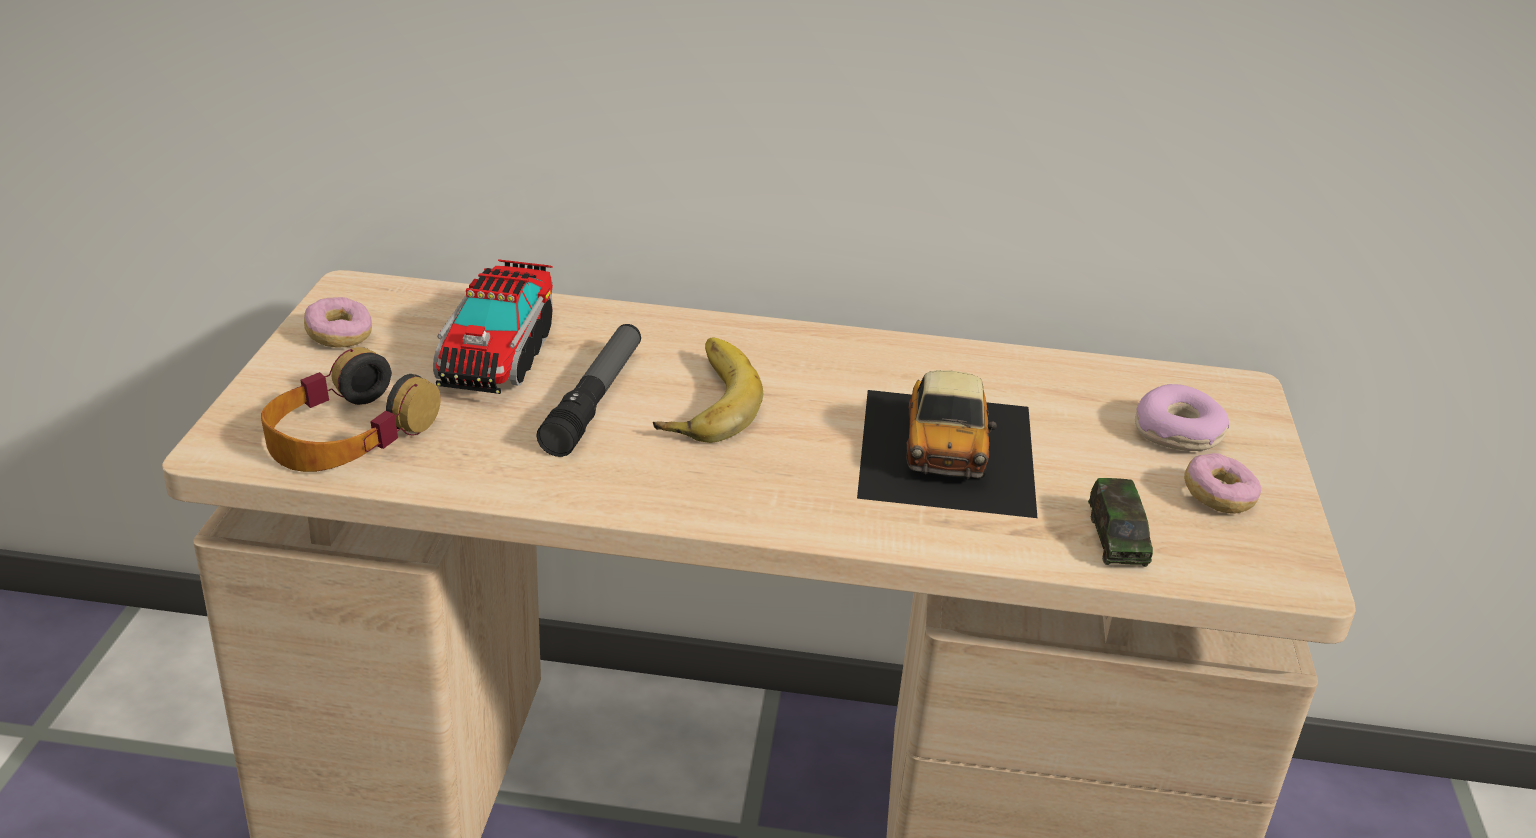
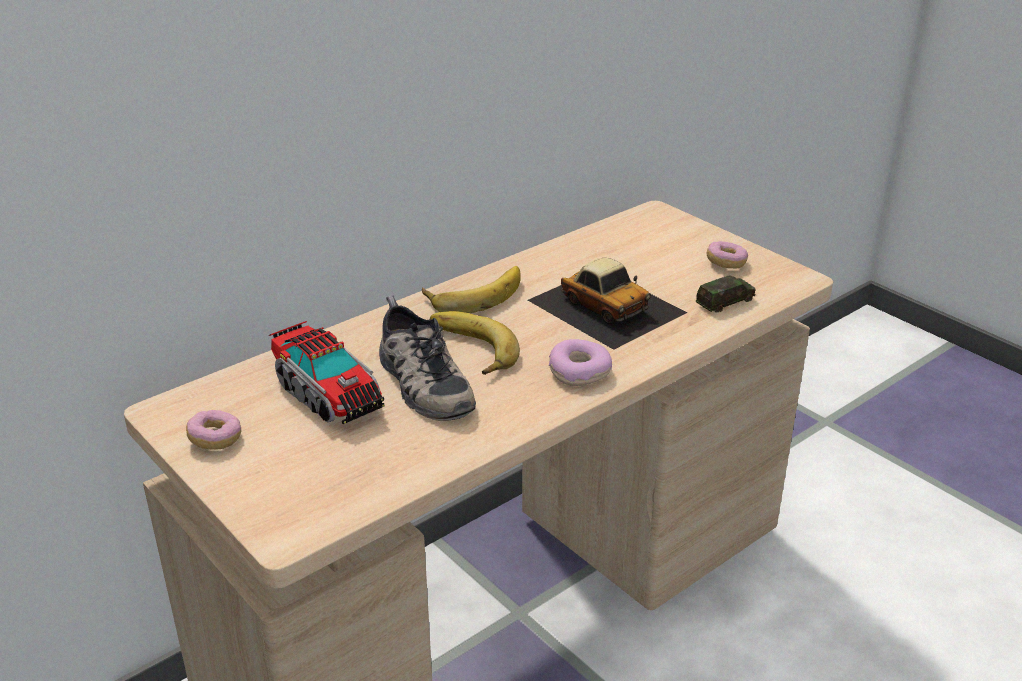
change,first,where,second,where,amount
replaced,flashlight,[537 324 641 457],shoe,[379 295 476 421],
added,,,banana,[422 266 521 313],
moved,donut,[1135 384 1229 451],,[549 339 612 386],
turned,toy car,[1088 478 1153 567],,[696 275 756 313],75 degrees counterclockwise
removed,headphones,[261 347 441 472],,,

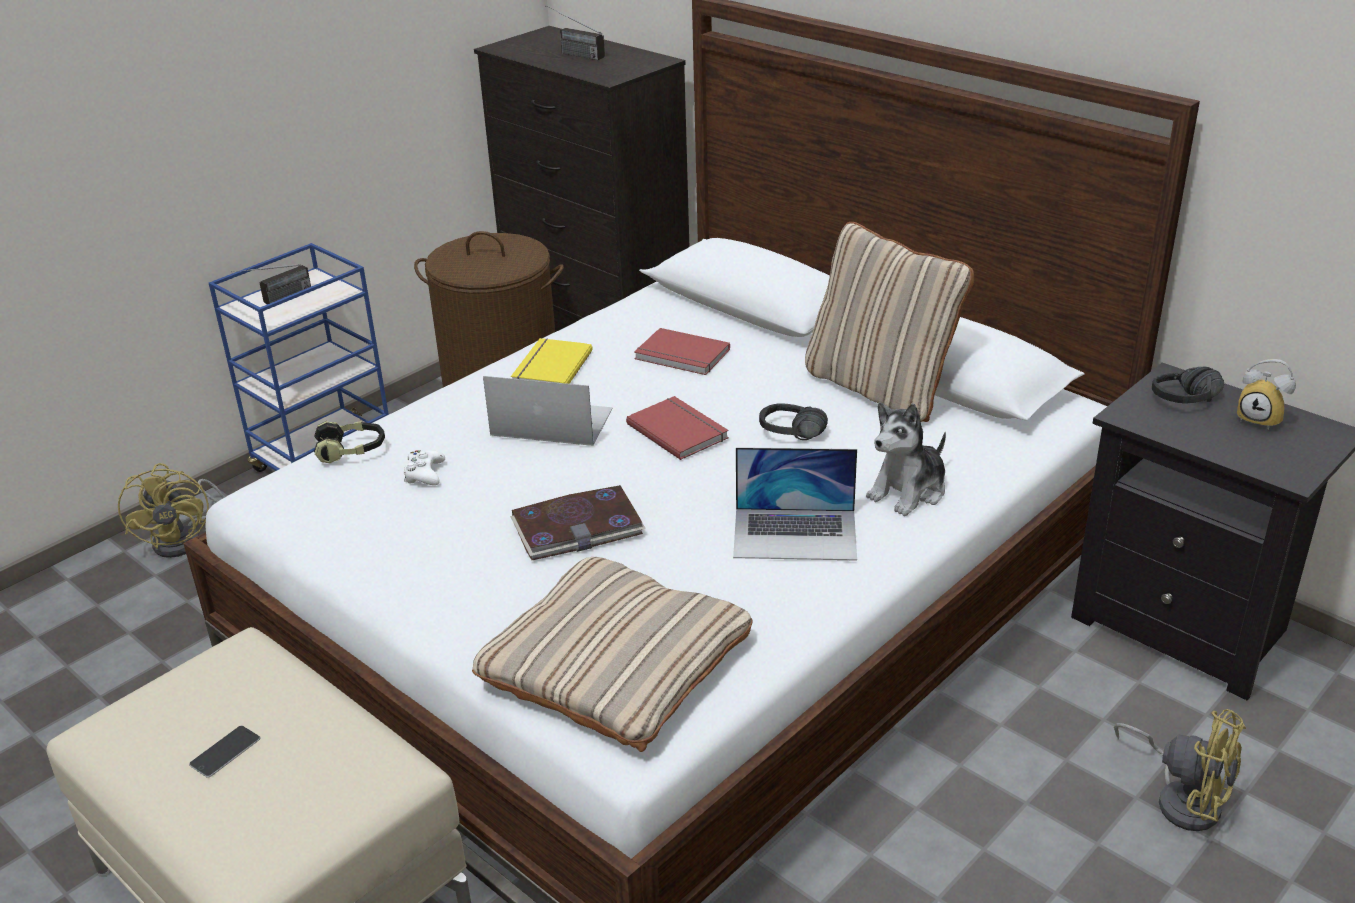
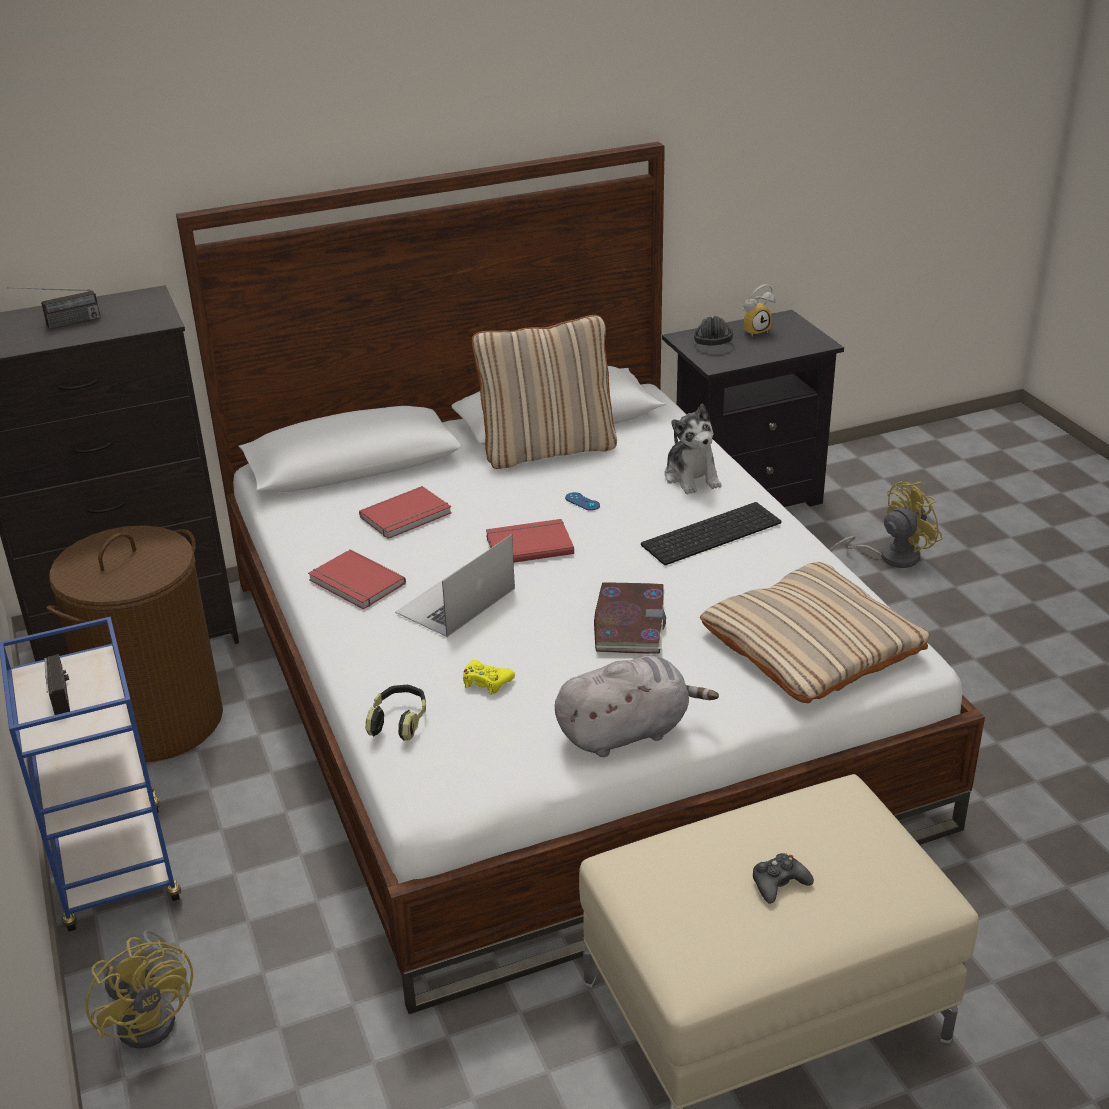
change,first,where,second,where,amount
turned,fan/yellow,[118 463 223 558],,[85 929 193 1049],45 degrees clockwise
recoloured,book/yellow,[511 338 592 384],book/red,[308 549 406 609],
recoloured,game controller/white,[404 450 445 485],game controller/yellow,[463 660 515 695],
added,,,plush toy/grey,[555 656 719 757],
replaced,headphones/black,[759 403 828 440],game controller/blue,[565 492 600 511],
replaced,laptop,[733 447 857 561],keyboard,[641 502 782 565],
replaced,phone,[189 726 261 778],game controller/black,[753 853 814 904],

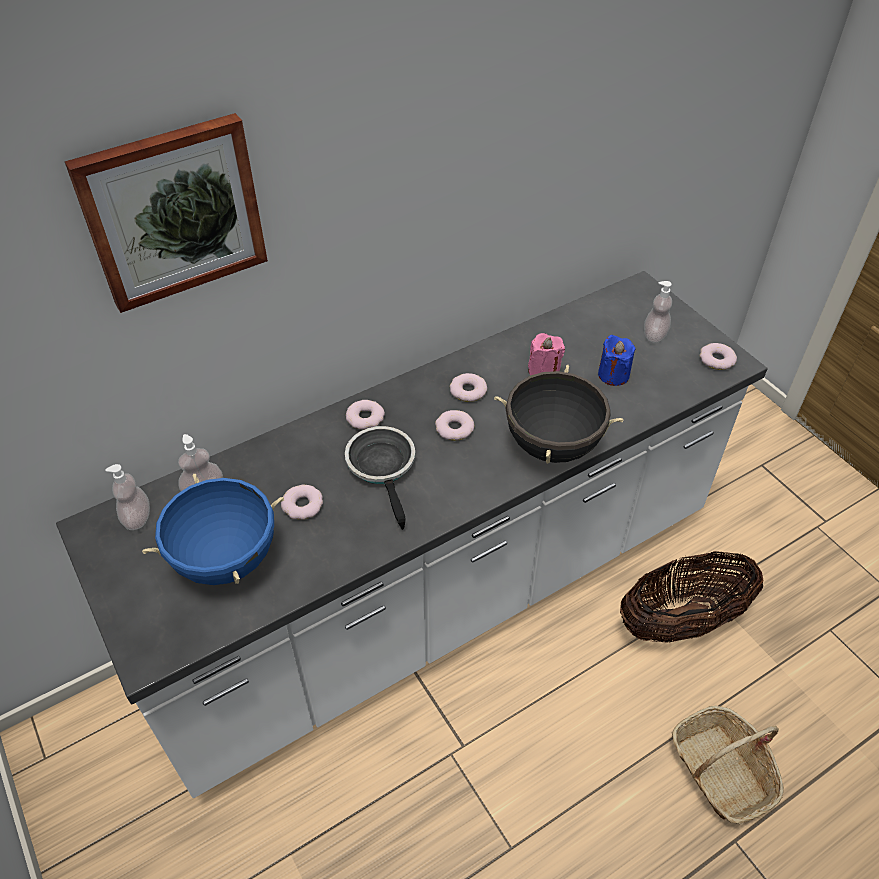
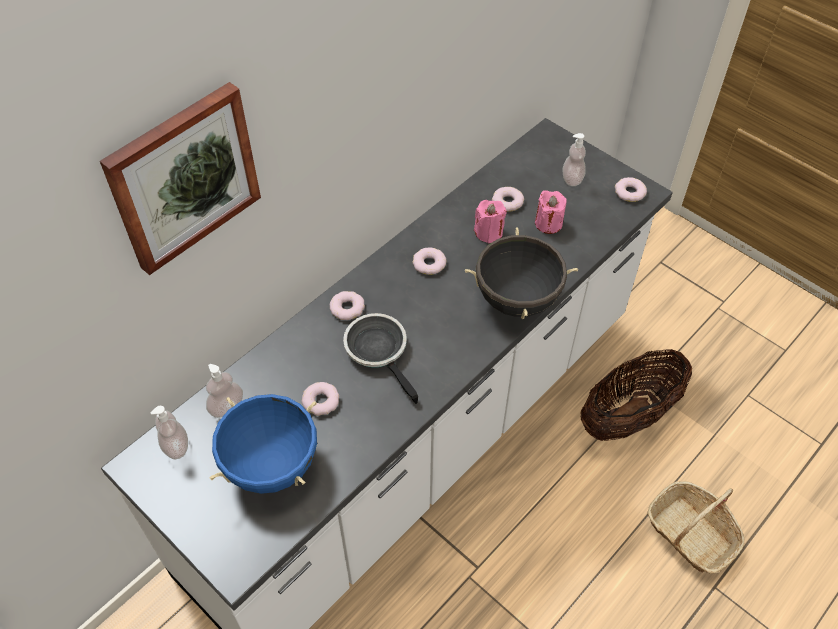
change,first,where,second,where,amount
moved,donut,[435 410 474 441],,[492 187 524 212],
recoloured,candle/blue,[598 335 635 386],candle/pink,[535 190 567 234],

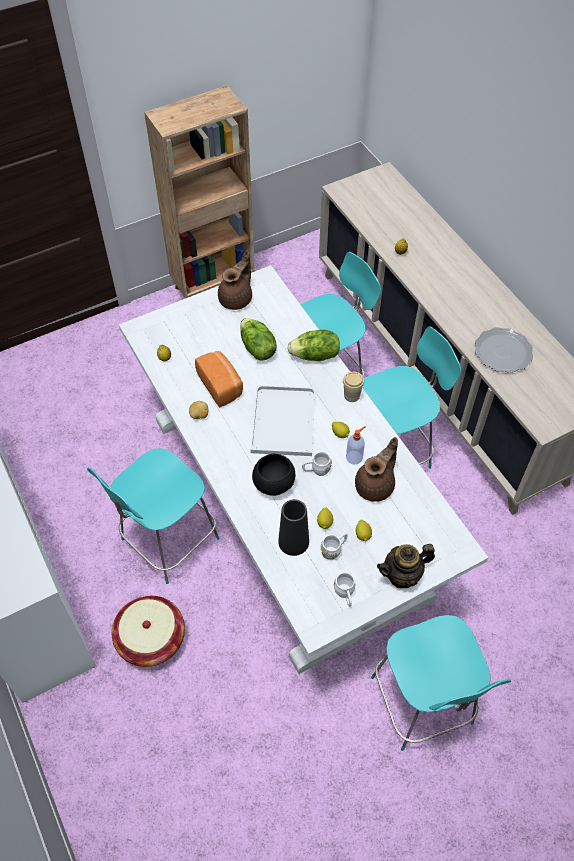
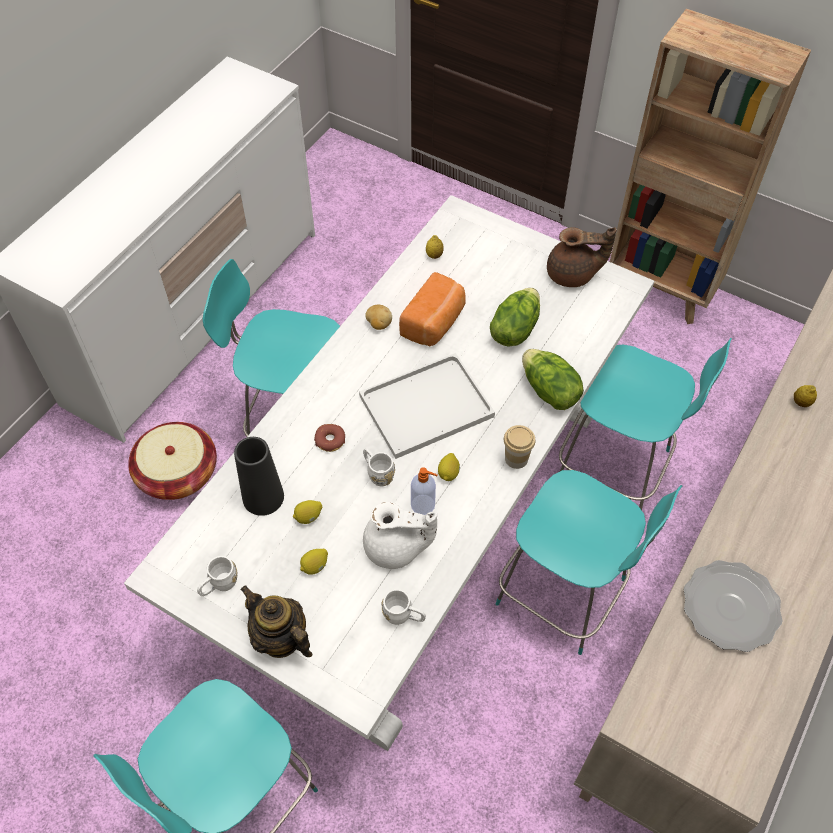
change,first,where,second,where,amount
replaced,bowl/black,[252 454 295 496],donut,[314 424 345 452],
recoloured,teapot/brown,[355 437 398 502],teapot/white,[363 502 437 569],
moved,mug/white,[321 533 347 560],,[381 589 426 625],

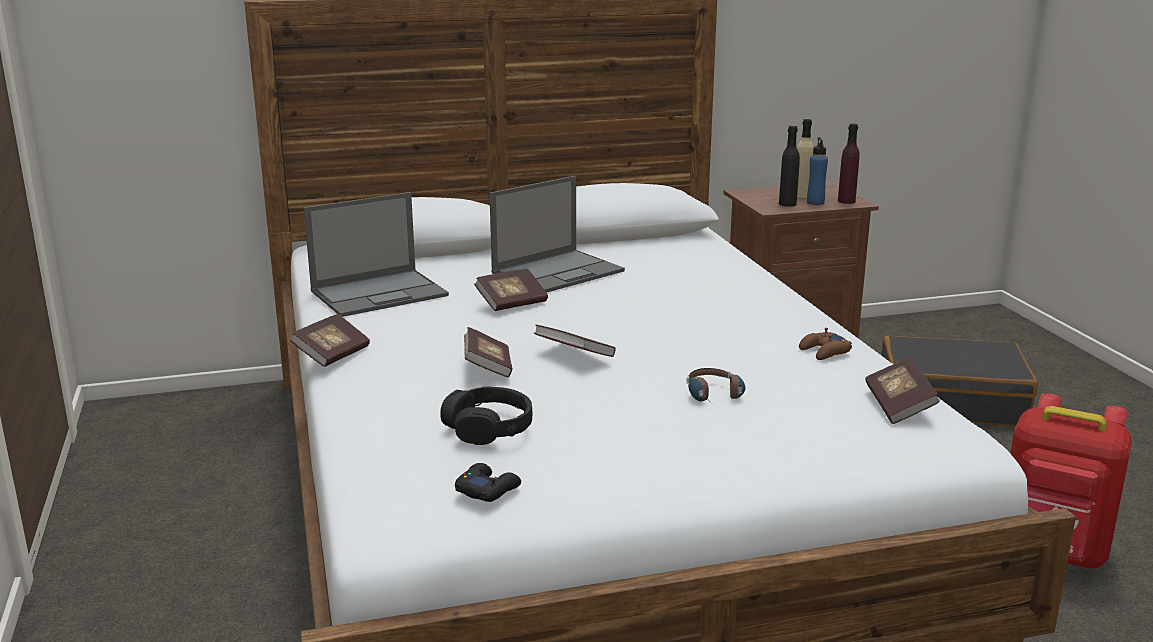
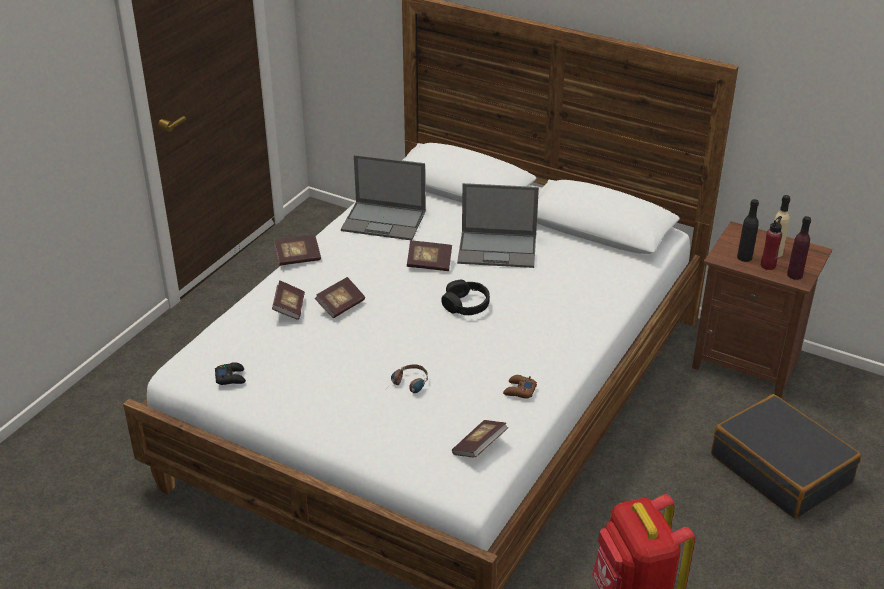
change,first,where,second,where,amount
moved,book,[534 325 616 357],,[272 280 305 320],
moved,headphones/black,[440 387 533 445],,[441 280 490 315],
recoloured,bottle/blue,[807 137 828 205],bottle/red,[761 216 782 270],

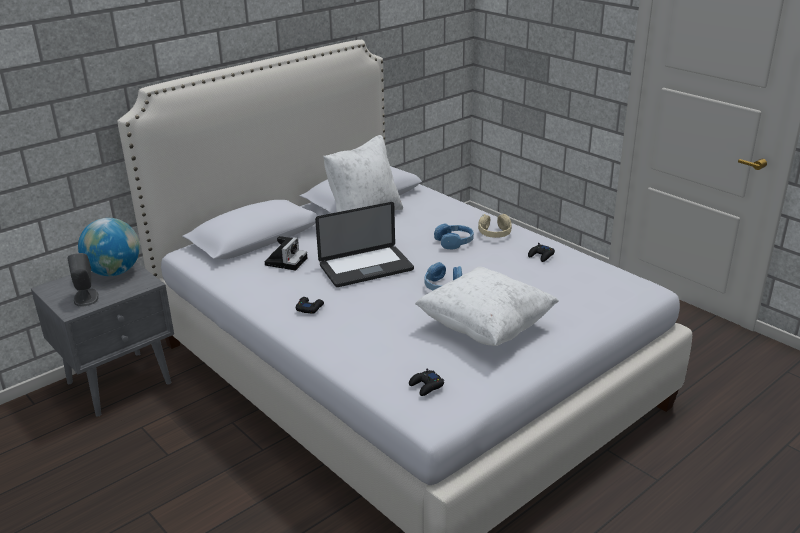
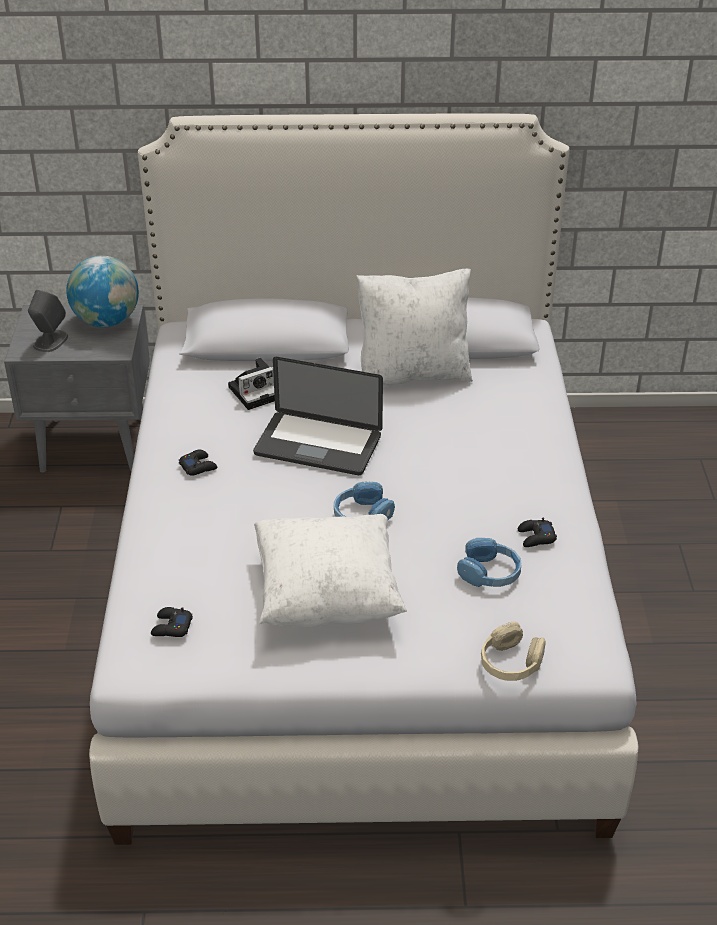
change,first,where,second,where,amount
moved,headphones/blue,[434 223 474 250],,[457 538 521 587],
moved,headphones/beige,[478 214 512 238],,[481 621 546 681],

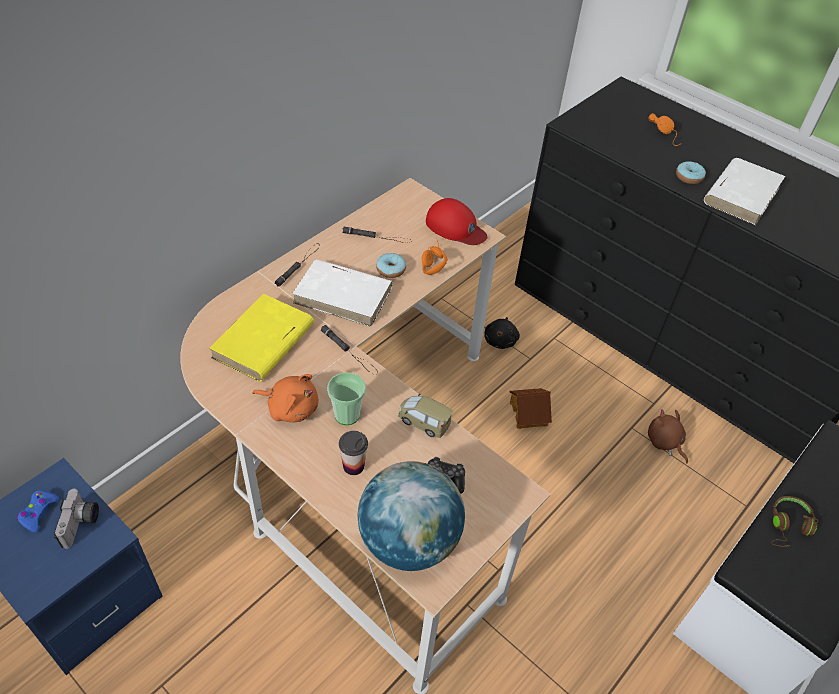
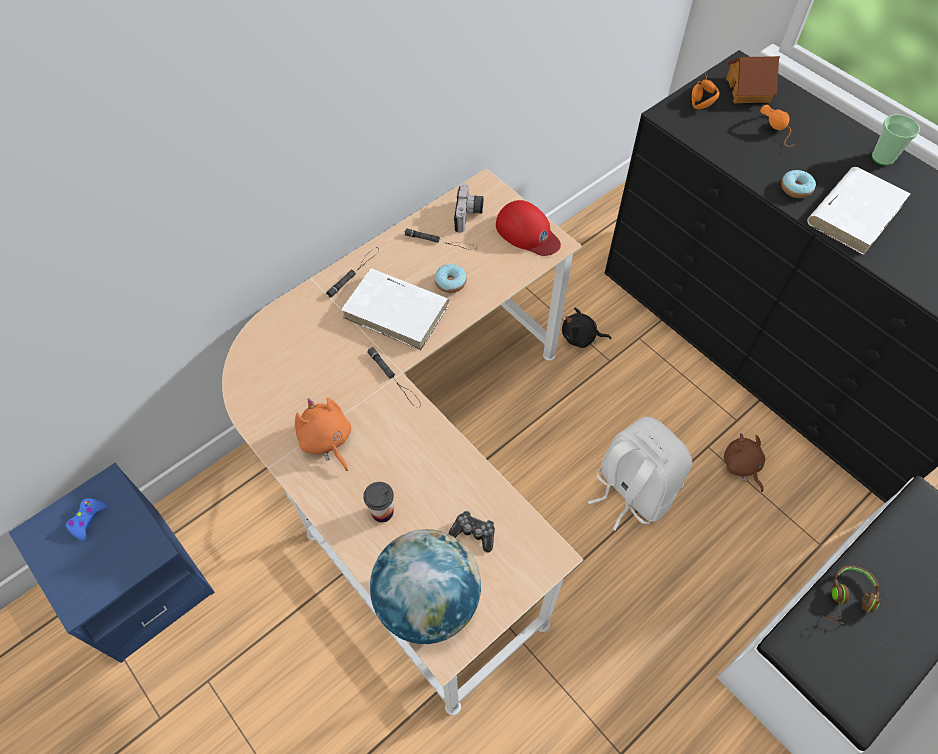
change,first,where,second,where,amount
turned,plush toy/orange,[253 374 318 422],,[295 398 351 471],150 degrees counterclockwise
moved,photo camera,[54 489 99 549],,[454 183 483 233],
turned,plush toy/black,[484 317 520 349],,[562 308 611 348],75 degrees clockwise
added,,,backpack/white,[588 417 692 530],
moved,headphones/orange,[422 238 448 275],,[692 73 720 109],
moved,toy house,[510 388 552 429],,[726 56 780 104],
moved,cup,[327 372 366 425],,[872 114 920 166],
removed,book/yellow,[209 294 314 381],,,
removed,toy car,[398 393 454 438],,,

